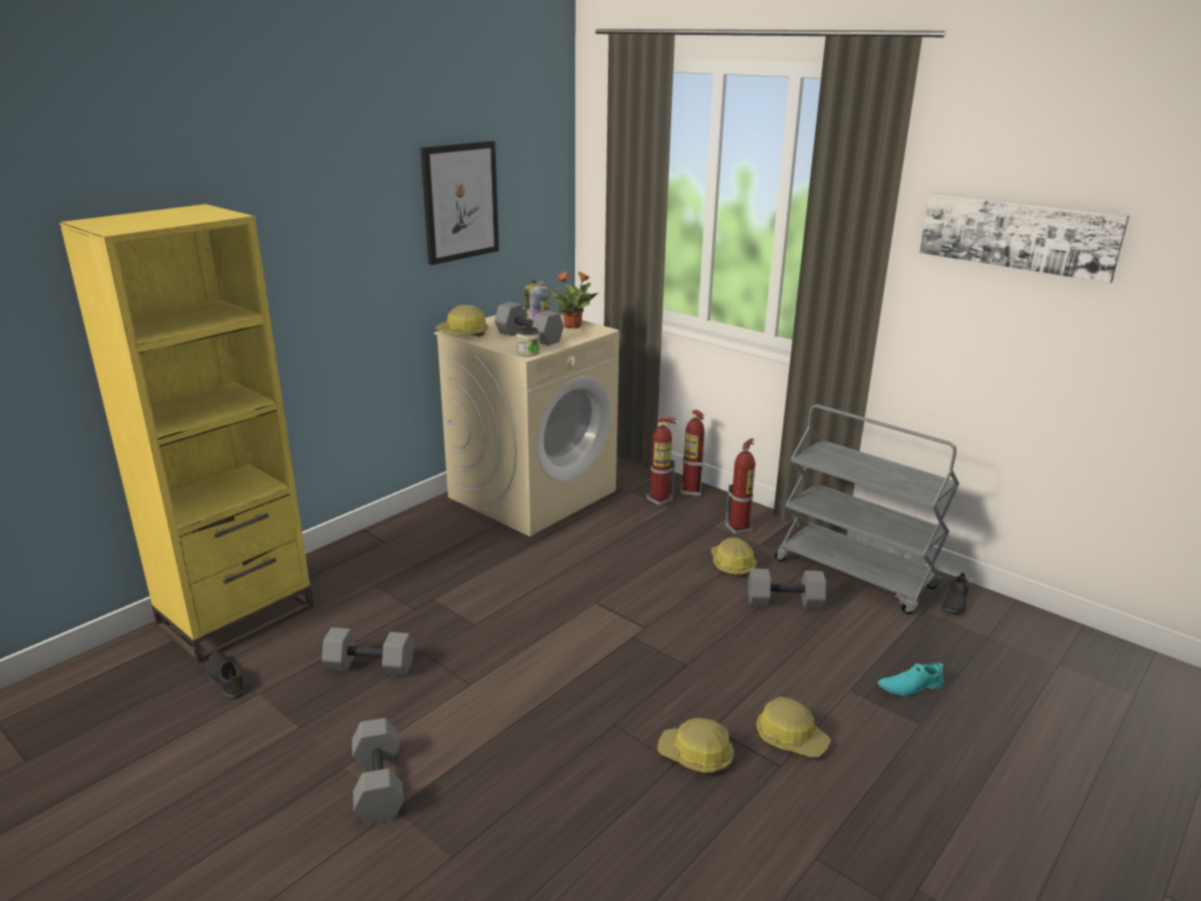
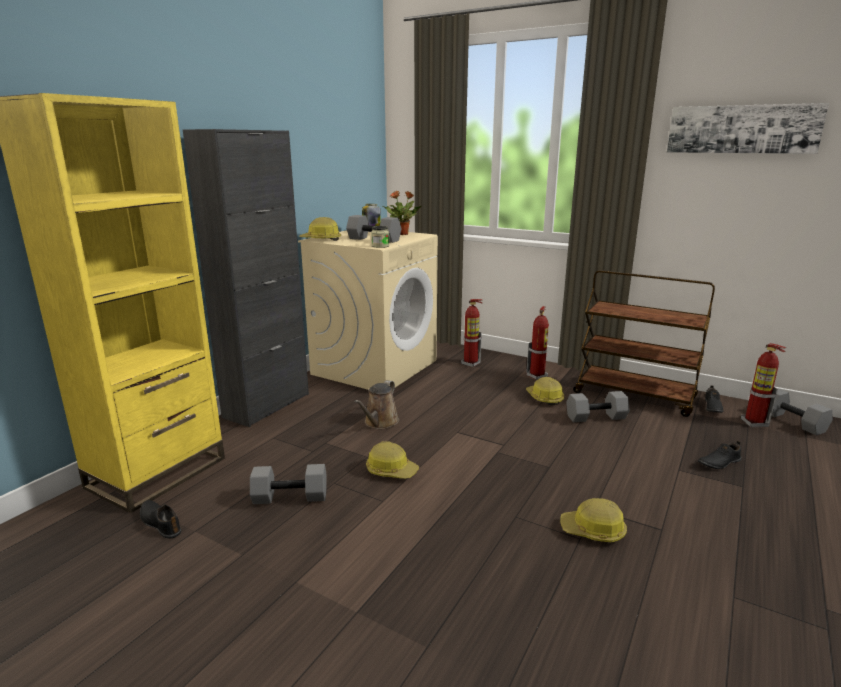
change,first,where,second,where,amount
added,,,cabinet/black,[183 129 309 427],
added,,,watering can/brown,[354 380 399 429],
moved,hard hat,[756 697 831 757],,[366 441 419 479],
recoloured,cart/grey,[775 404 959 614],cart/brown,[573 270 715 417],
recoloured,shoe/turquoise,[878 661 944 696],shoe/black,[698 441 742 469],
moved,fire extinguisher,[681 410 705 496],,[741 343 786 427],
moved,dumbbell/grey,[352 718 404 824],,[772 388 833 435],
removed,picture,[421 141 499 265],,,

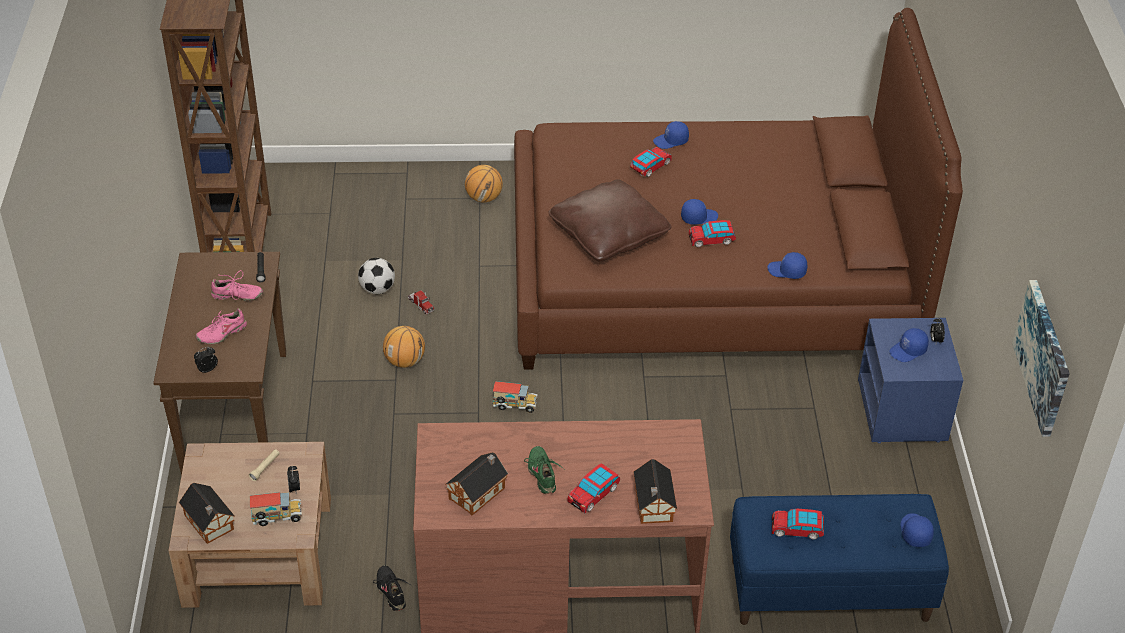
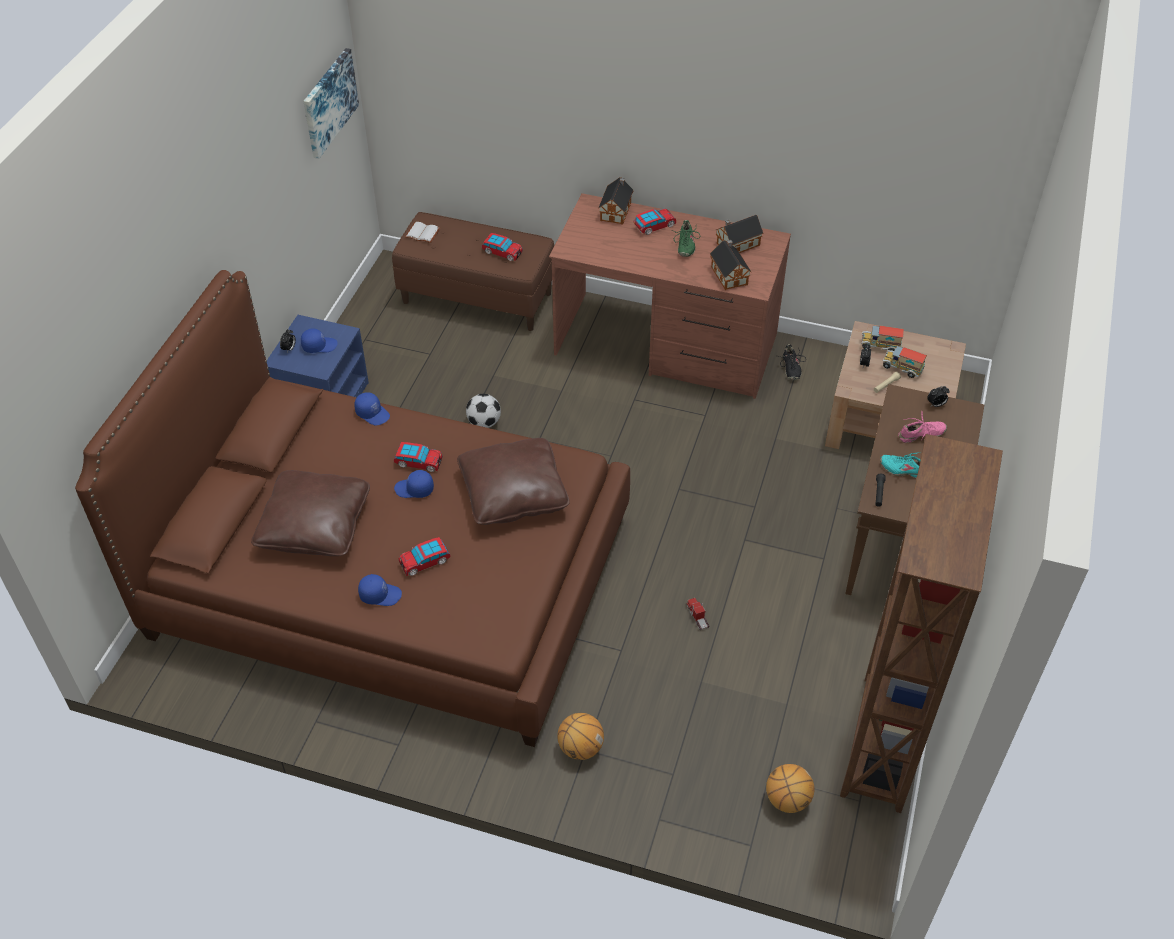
change,first,where,second,where,amount
added,,,pillow/brown,[251 470 370 556],
recoloured,bench/blue,[730 494 949 625],bench/brown,[392 212 554 331],
replaced,cap/blue,[901 513 934 547],book/white,[405 222 440 243],
moved,football,[358 258 395 295],,[466 394 501 428],
moved,toy house,[179 483 235 544],,[710 240 751 290],
moved,basketball,[383 326 425 368],,[766 764 815 813],
recoloured,shoe/pink,[211 270 263 301],shoe/turquoise,[880 453 921 479],
moved,toy truck,[493 381 538 413],,[882 346 927 378],

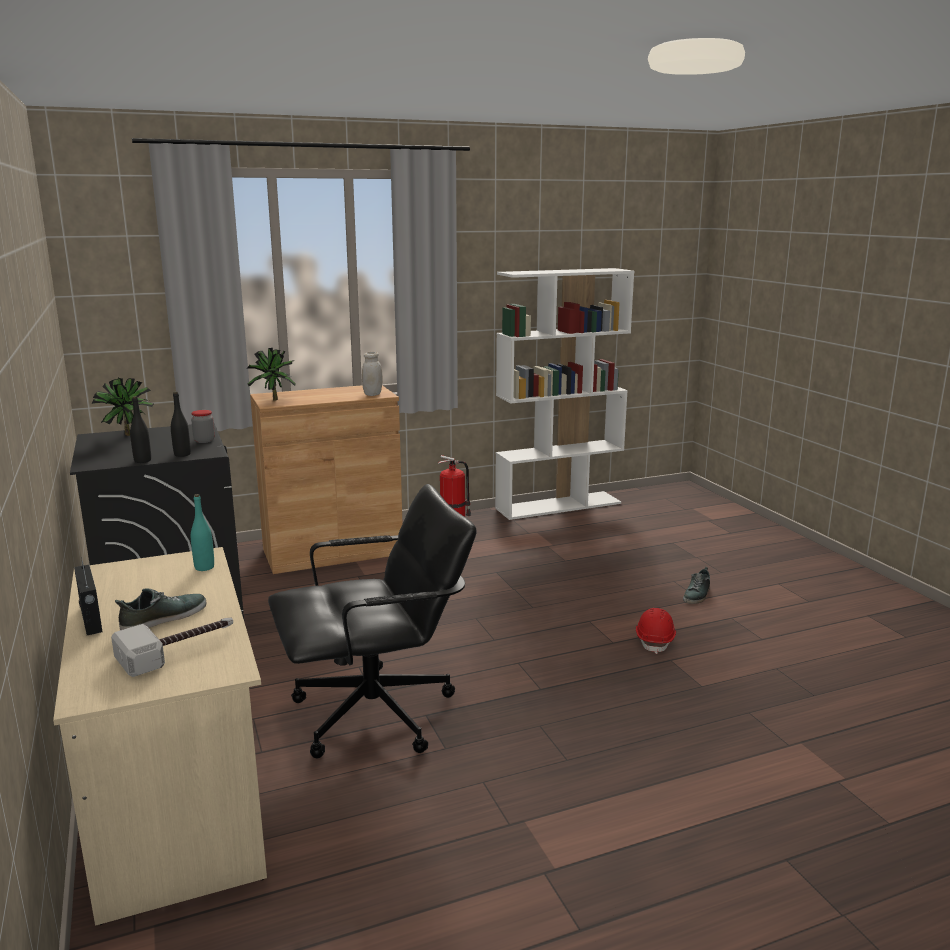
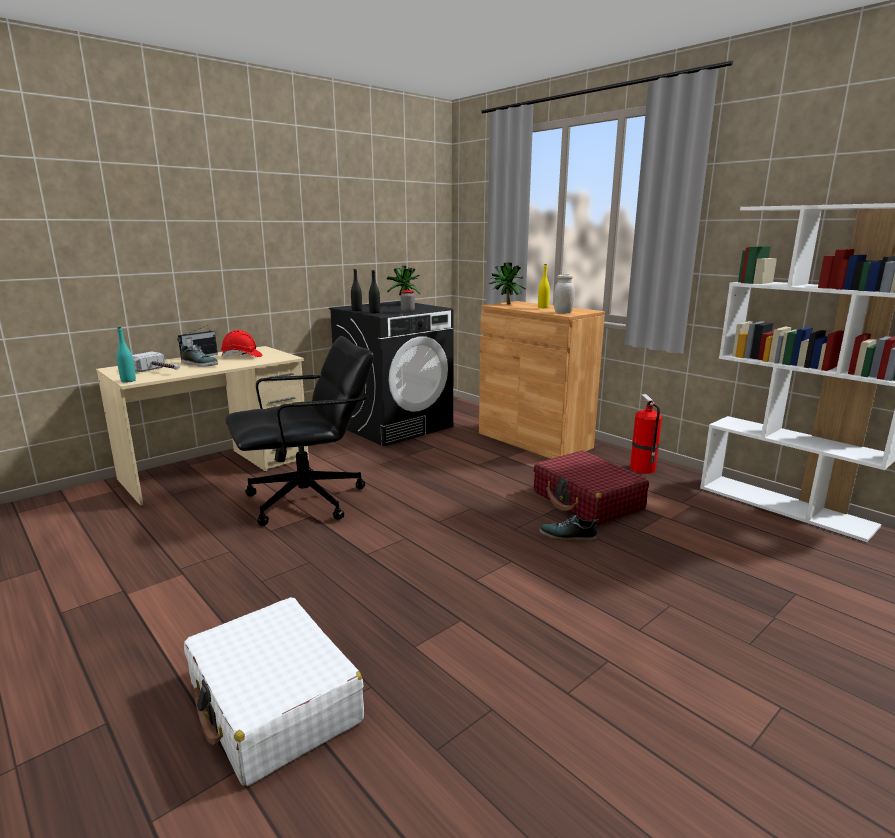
change,first,where,second,where,amount
moved,bottle/turquoise,[191 494 214 571],,[116 327 136 383],
added,,,suitcase/white,[184 597 364 786],
moved,hard hat/red,[636 608 676 654],,[221 330 262 357],
turned,office chair/black,[268 484 477 758],,[225 336 374 526],75 degrees counterclockwise
added,,,suitcase/red,[534 450 649 526],
added,,,bottle/yellow,[538 264 550 308],
moved,shoe,[683 567 710 604],,[539 515 599 542],

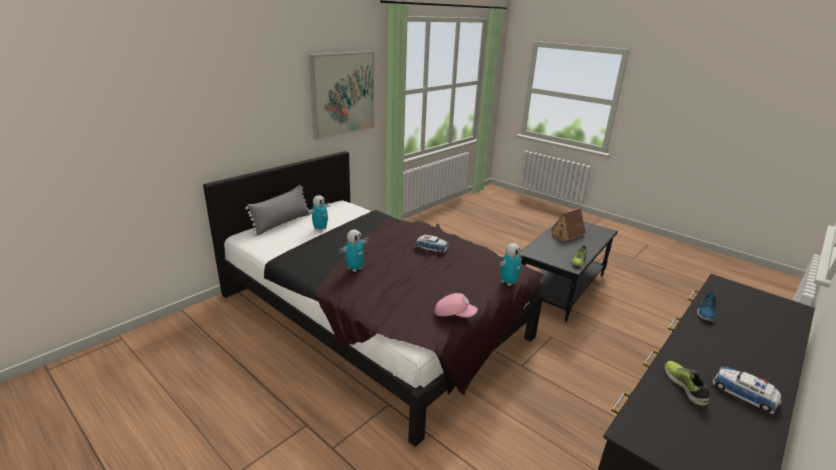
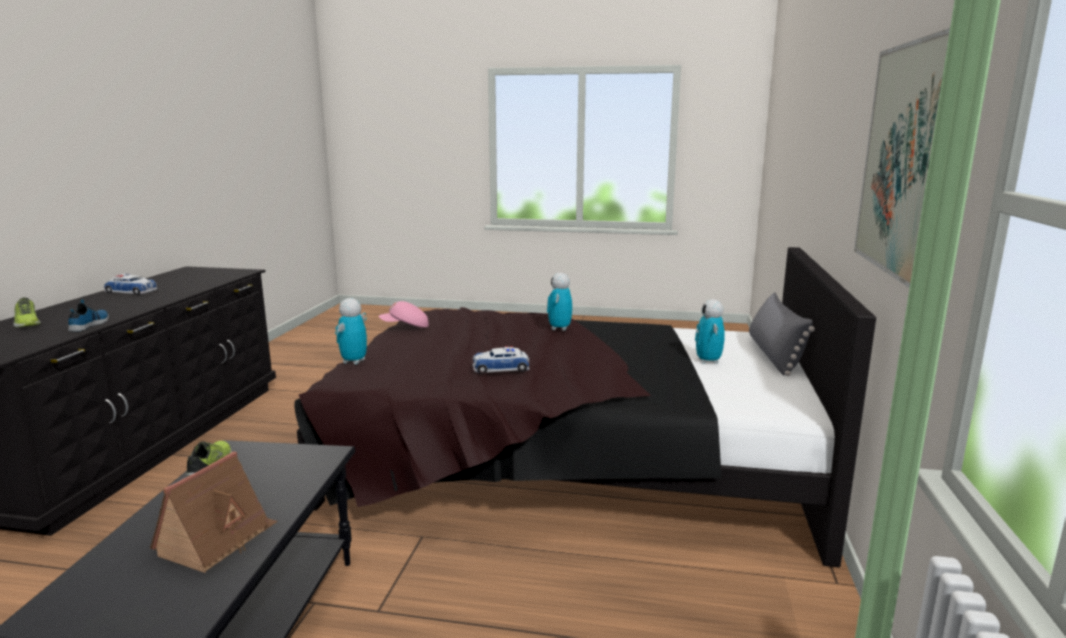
change,first,where,second,where,amount
moved,shoe,[665 361 709 406],,[13 297 41 327],

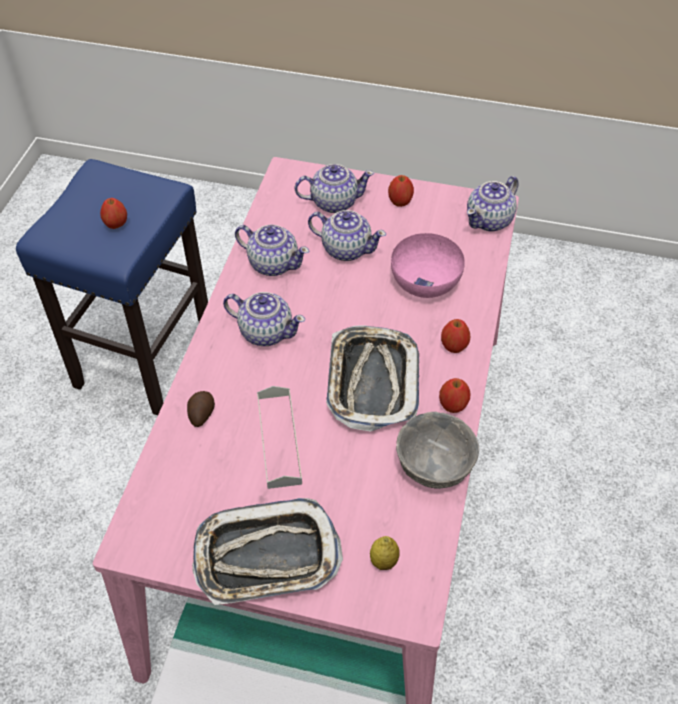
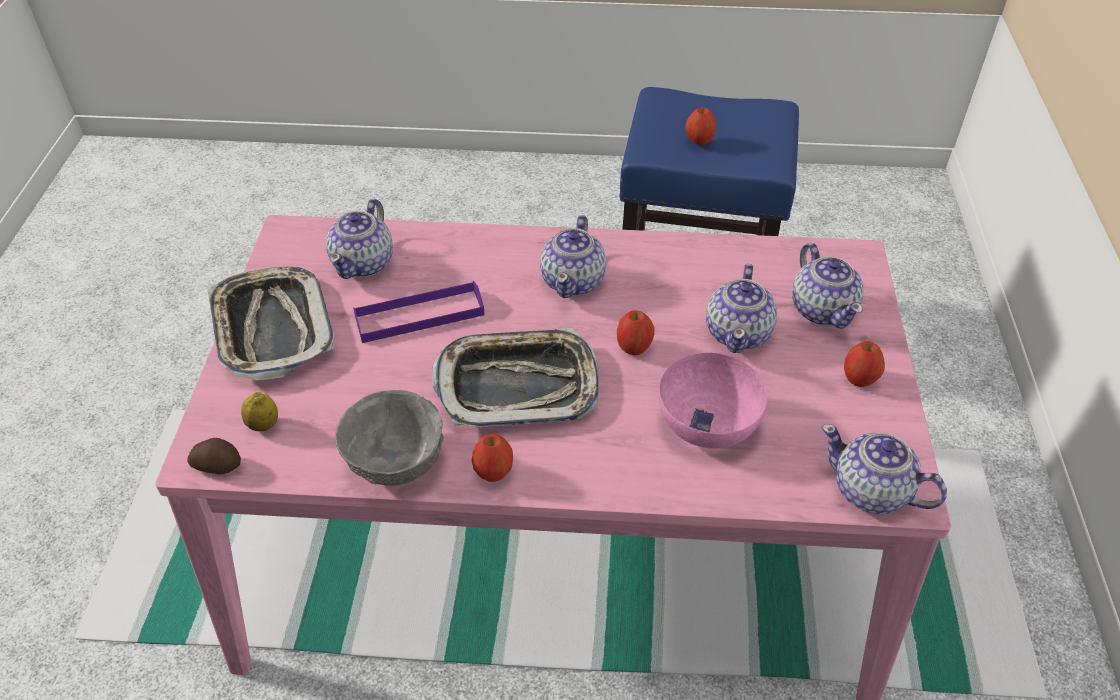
change,first,where,second,where,amount
moved,potato,[187 391 215 427],,[187 438 241 474],
moved,teapot,[235 225 309 276],,[326 199 393 279],
recoloured,tray/grey,[257 386 302 489],tray/purple,[353 281 485 343],
moved,apple,[441 319 470 353],,[617 310 655 355],

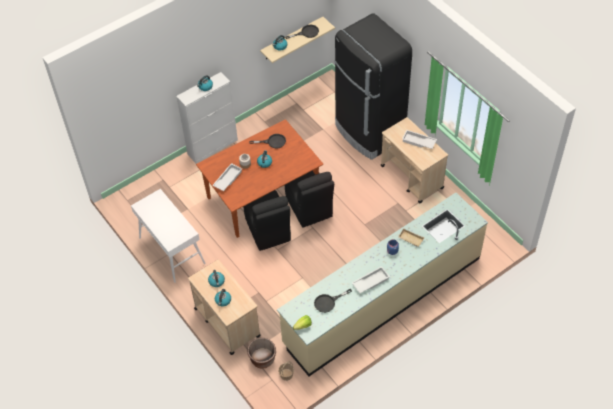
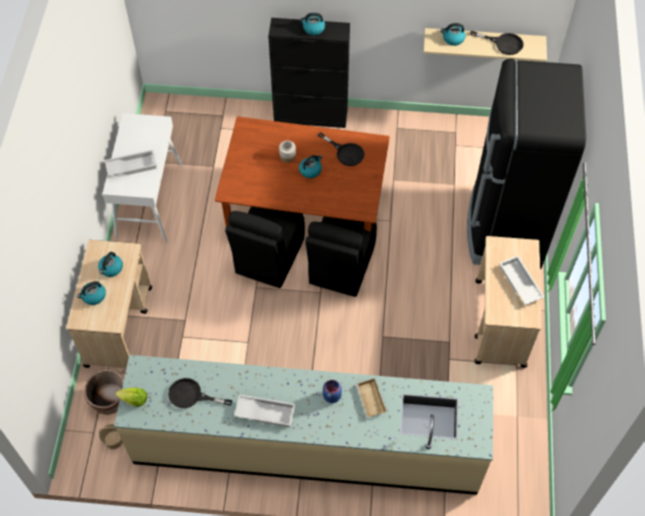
change,first,where,second,where,amount
moved,tray/white,[212 163 242 191],,[105 150 157 176],
recoloured,cabinet/white,[176 72 238 164],cabinet/black,[268 18 350 128],

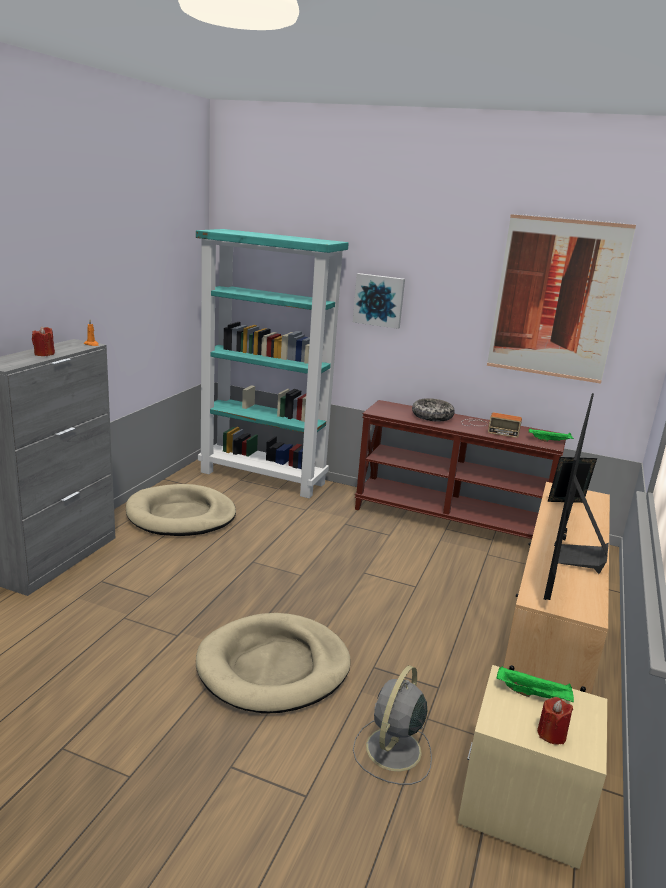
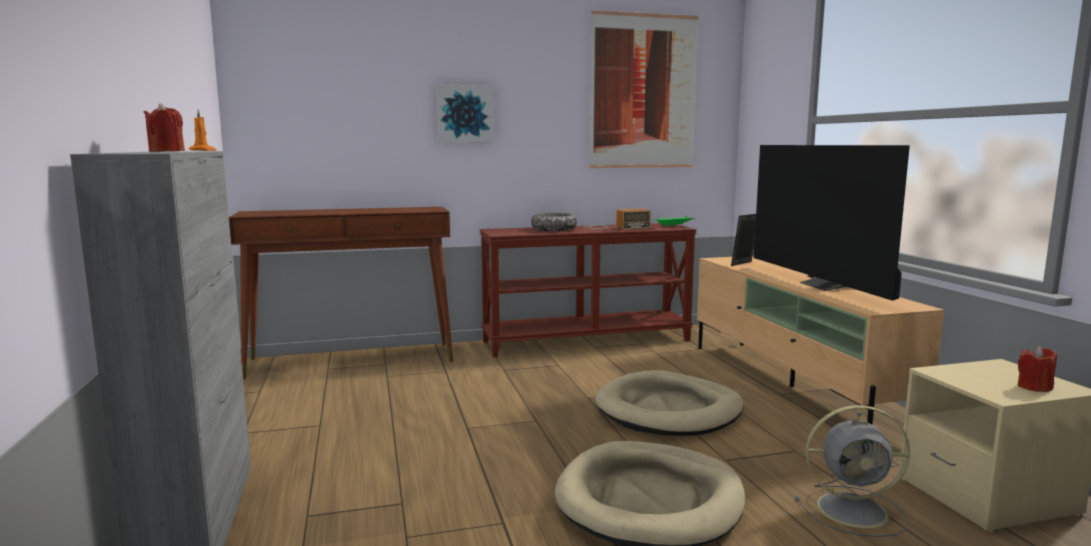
change,first,where,second,where,amount
replaced,bookcase/turquoise,[196 229 349 498],console table/brown,[229 207 453 379],
moved,dog bed/beige,[126 484 236 536],,[595 370 744 436],
turned,fan/grey,[353 666 432 785],,[795 405 910 537],75 degrees counterclockwise
removed,tray/green,[497 666 574 702],,,

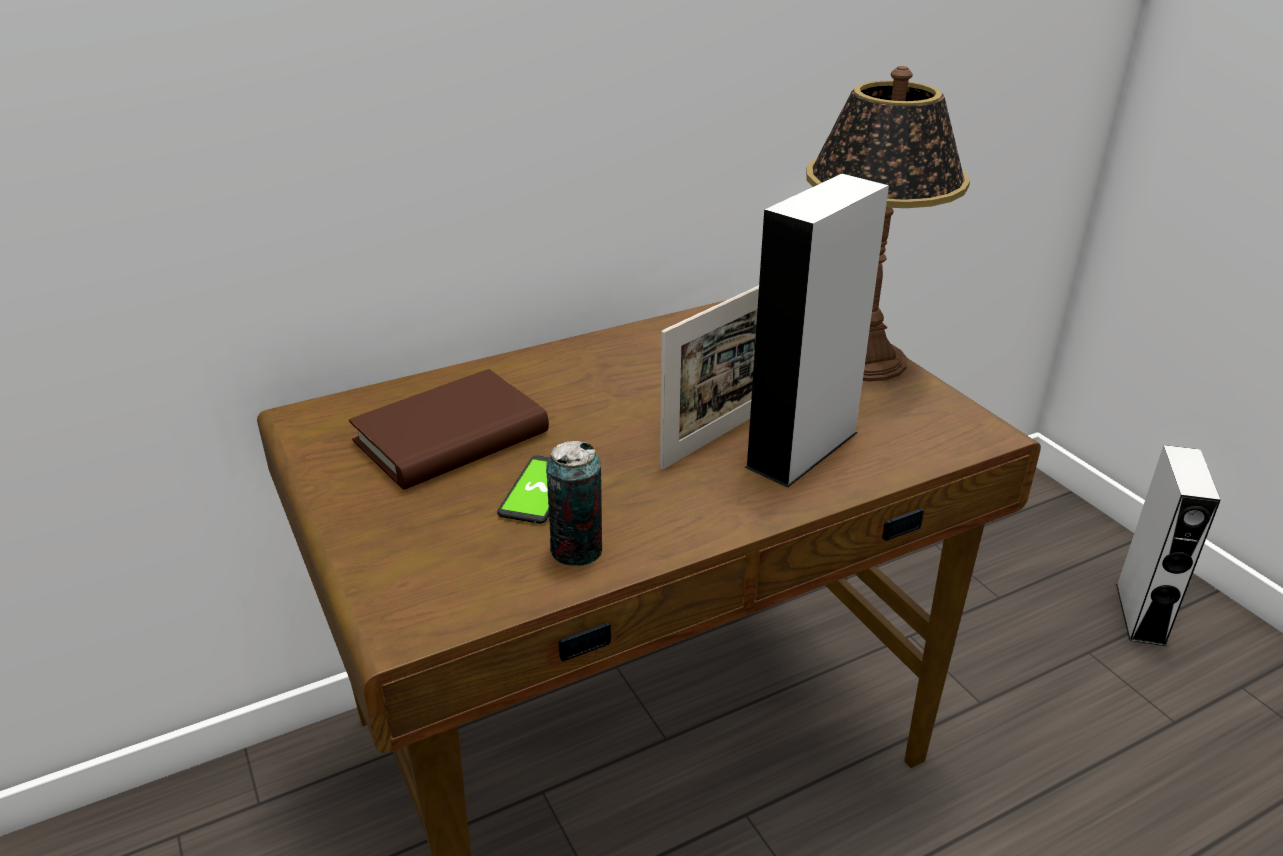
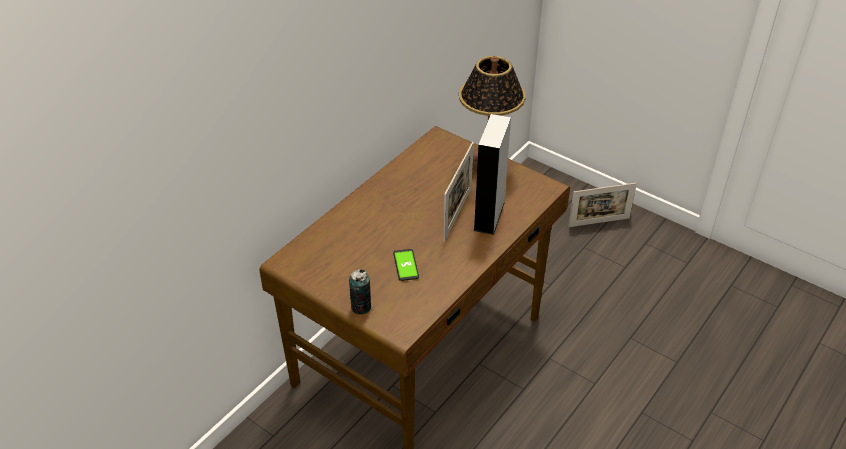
change,first,where,second,where,amount
moved,can,[546 441 602 566],,[349 269 371 315],
replaced,speaker/grey,[1116 445 1221 647],picture frame,[568 183 637 227],
removed,book/brown,[349 369 549 490],,,

